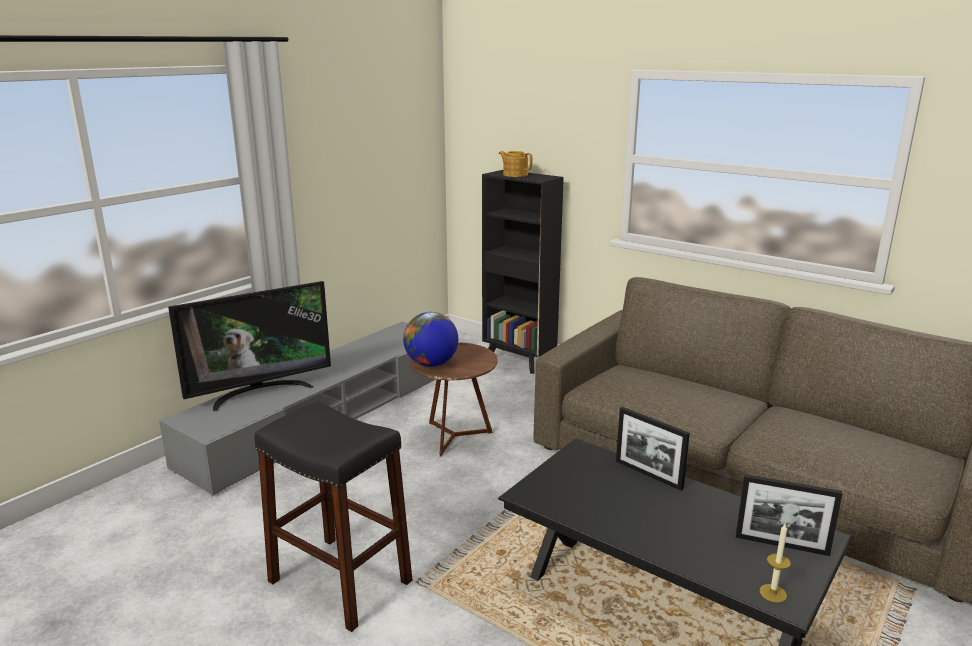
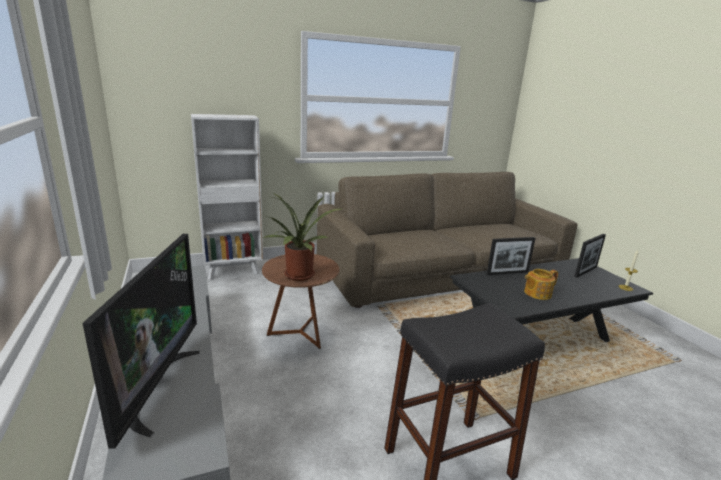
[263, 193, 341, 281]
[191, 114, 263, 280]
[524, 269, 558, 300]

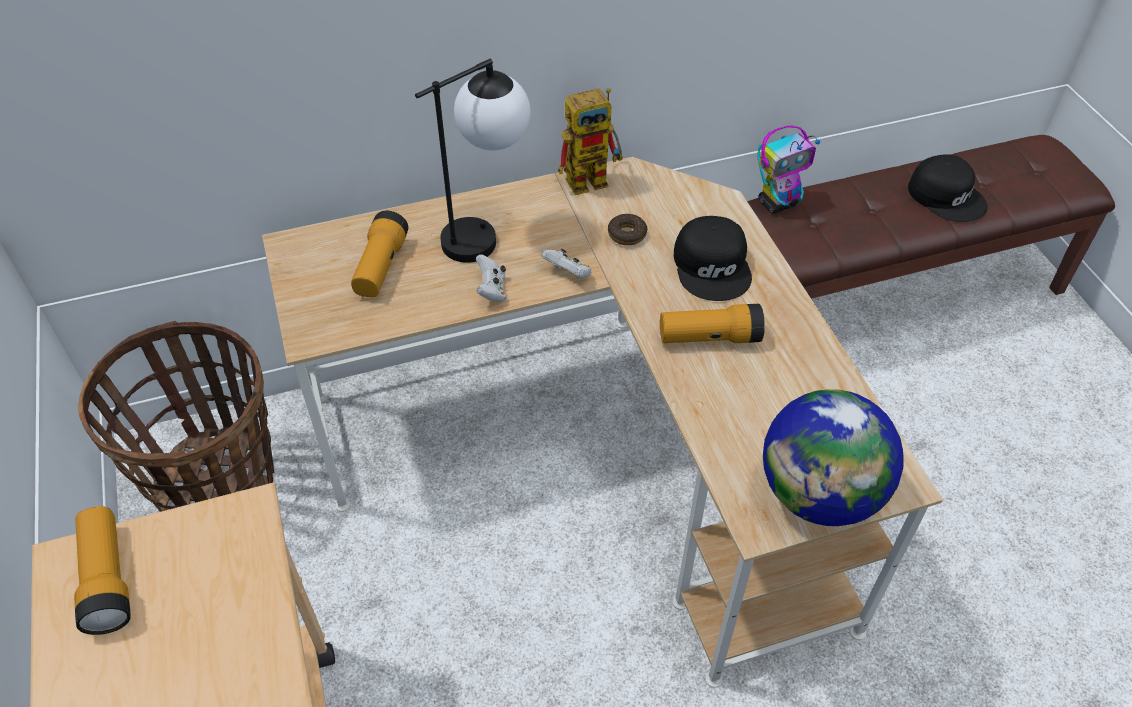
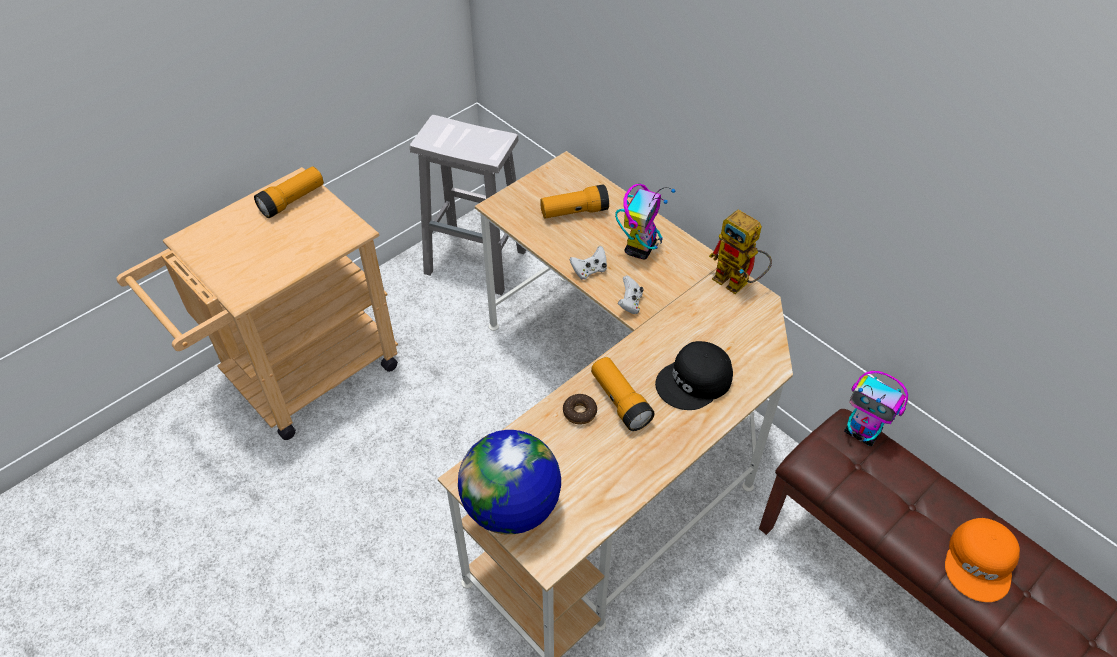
[410, 115, 526, 295]
[615, 184, 675, 259]
[563, 394, 597, 424]
[945, 518, 1020, 602]

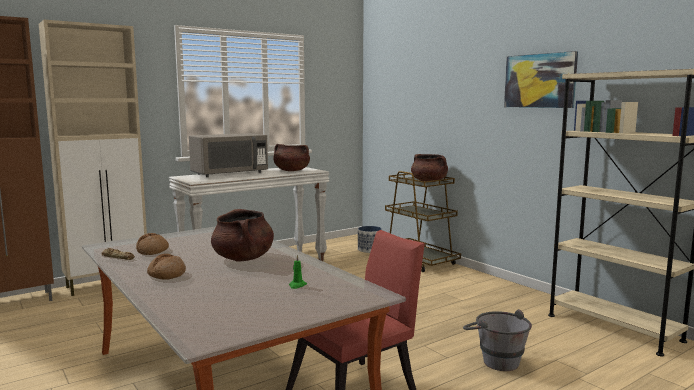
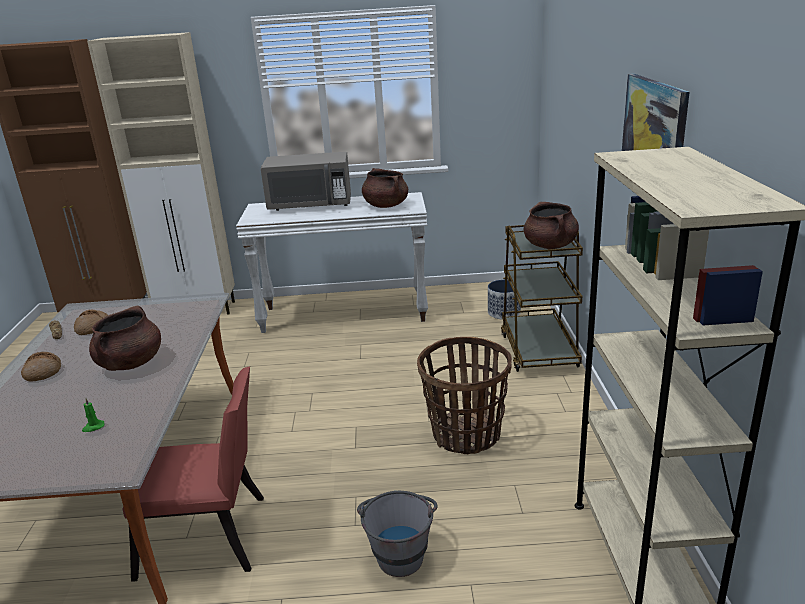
[417, 337, 512, 454]

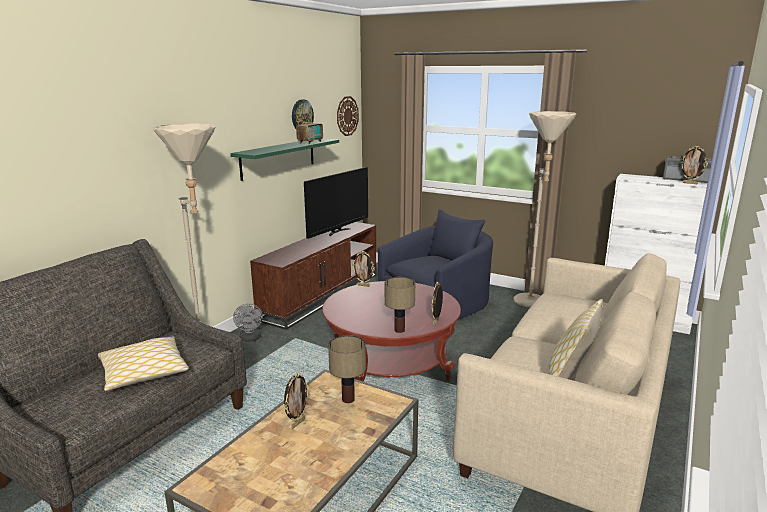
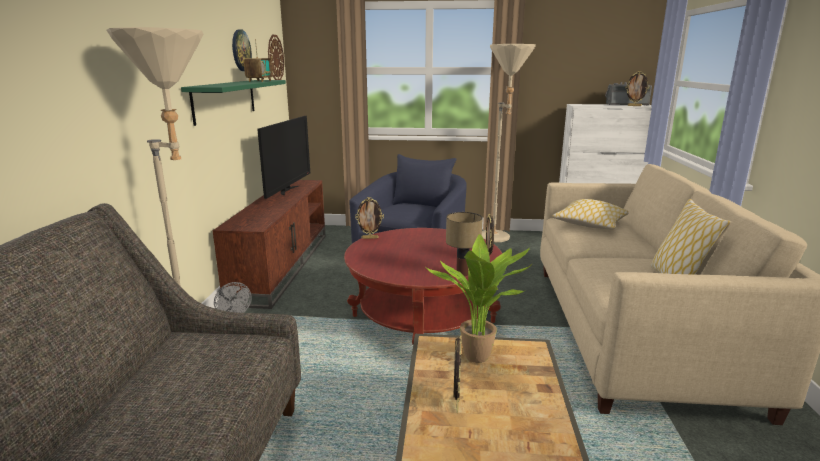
[552, 199, 629, 229]
[426, 234, 533, 363]

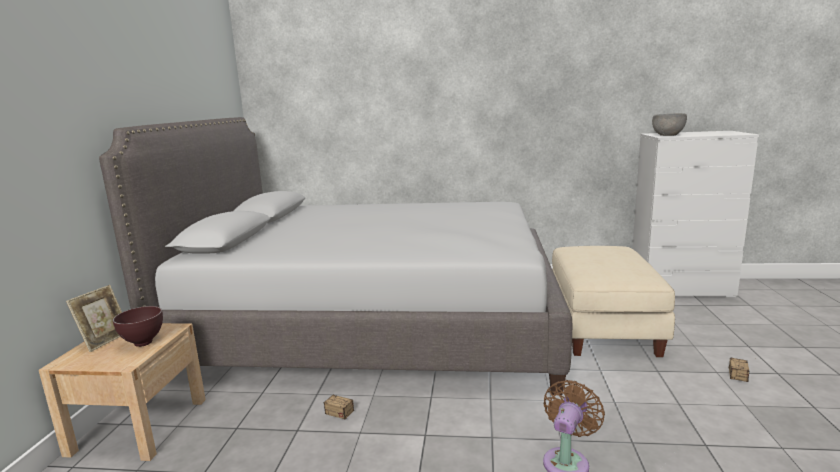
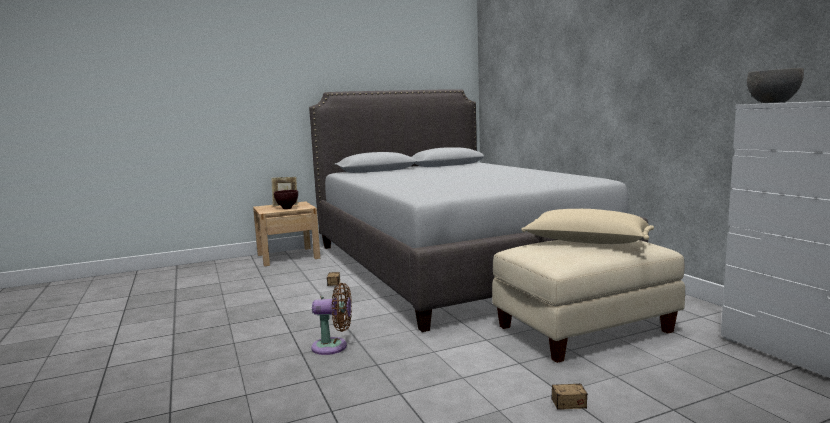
[521, 209, 654, 244]

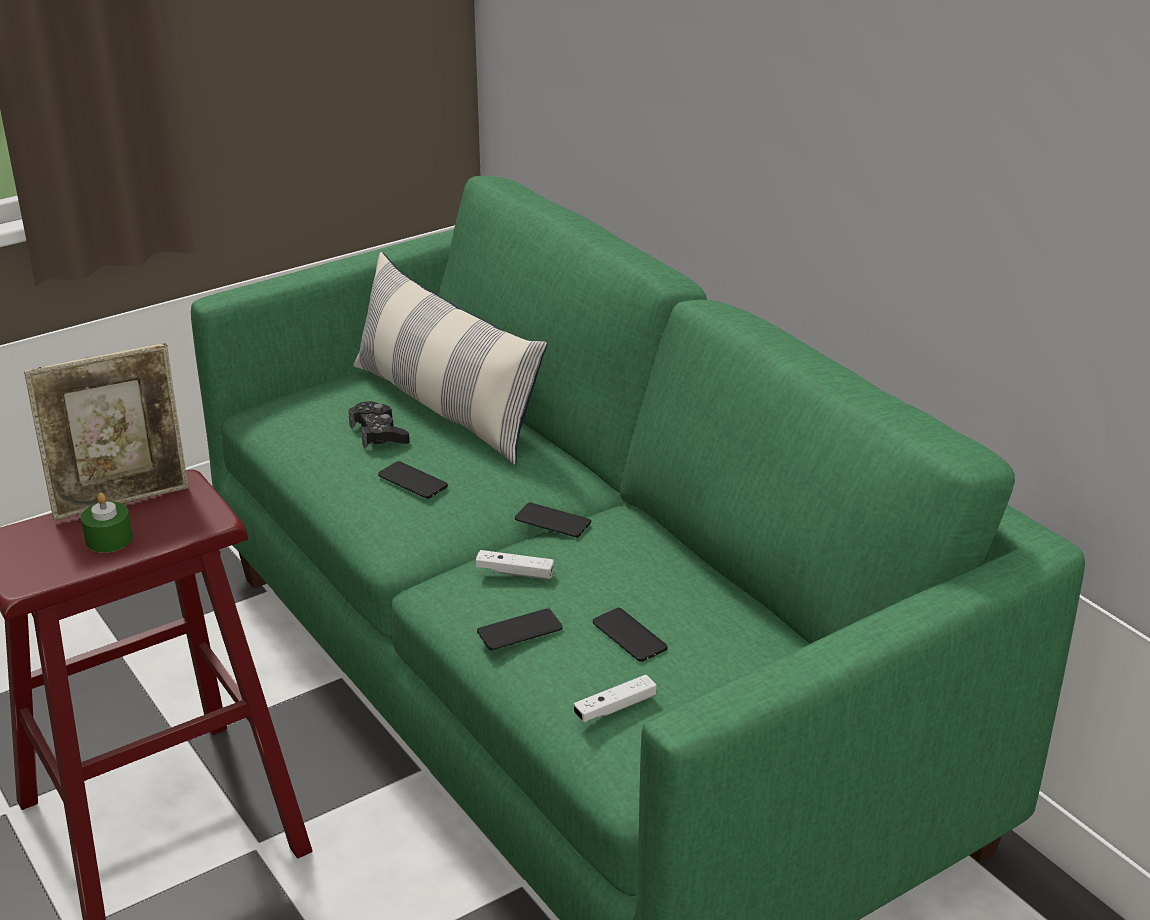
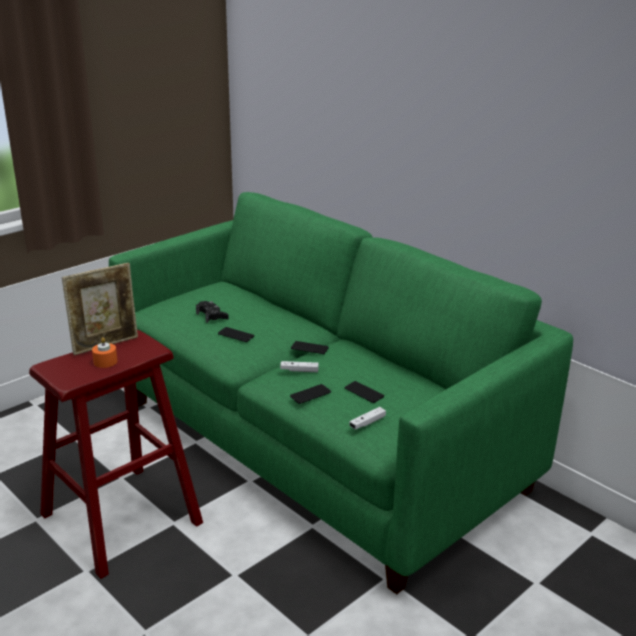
[92, 337, 117, 368]
[353, 252, 547, 465] (first image)

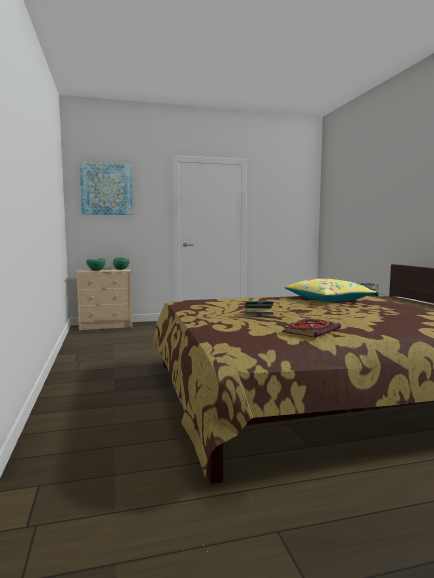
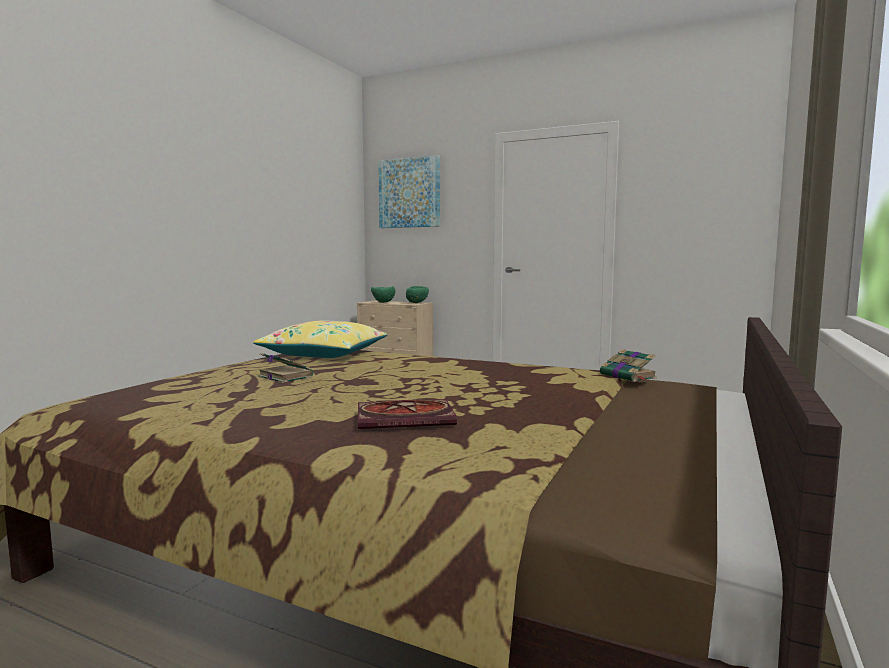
[358, 399, 457, 429]
[253, 320, 387, 358]

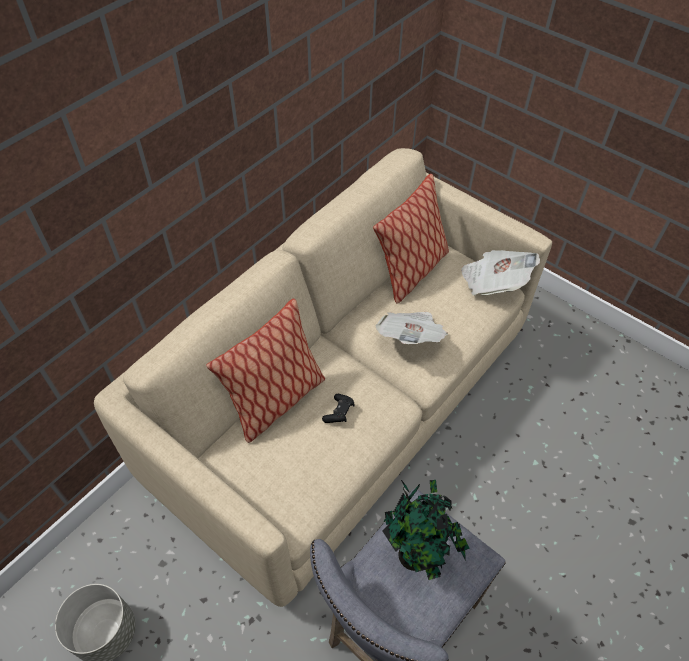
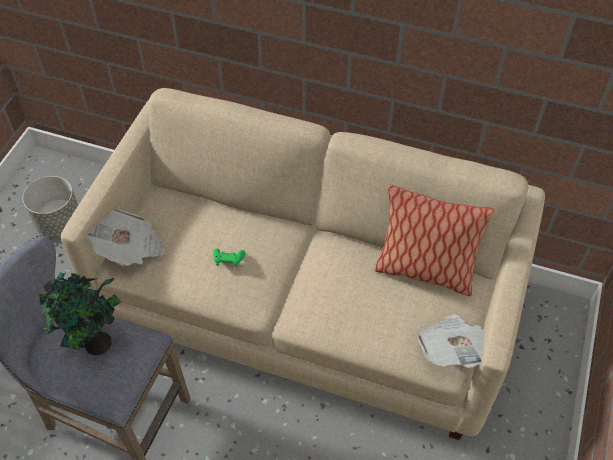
[206, 299, 325, 443] (first image)
[213, 248, 246, 267]
[86, 208, 166, 267]

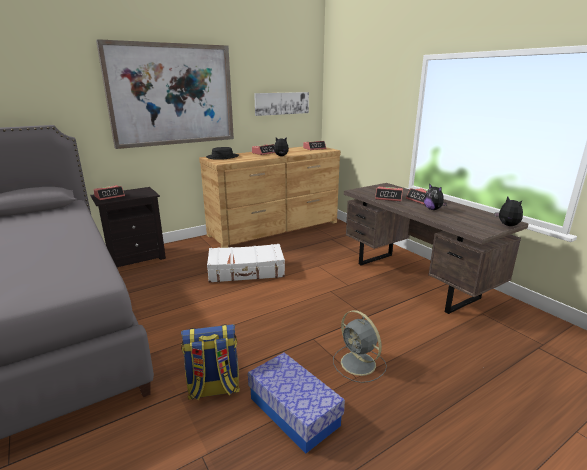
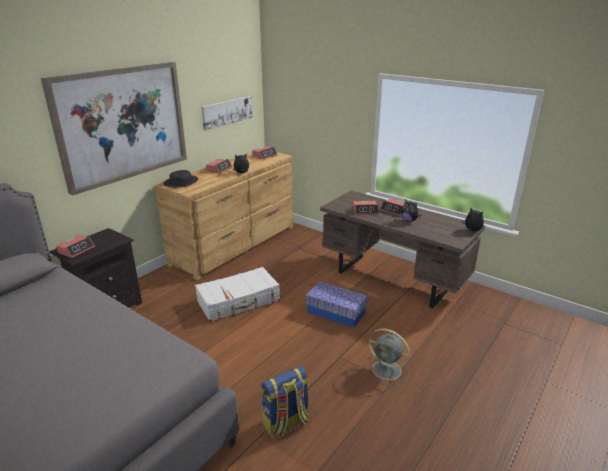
[306, 281, 368, 328]

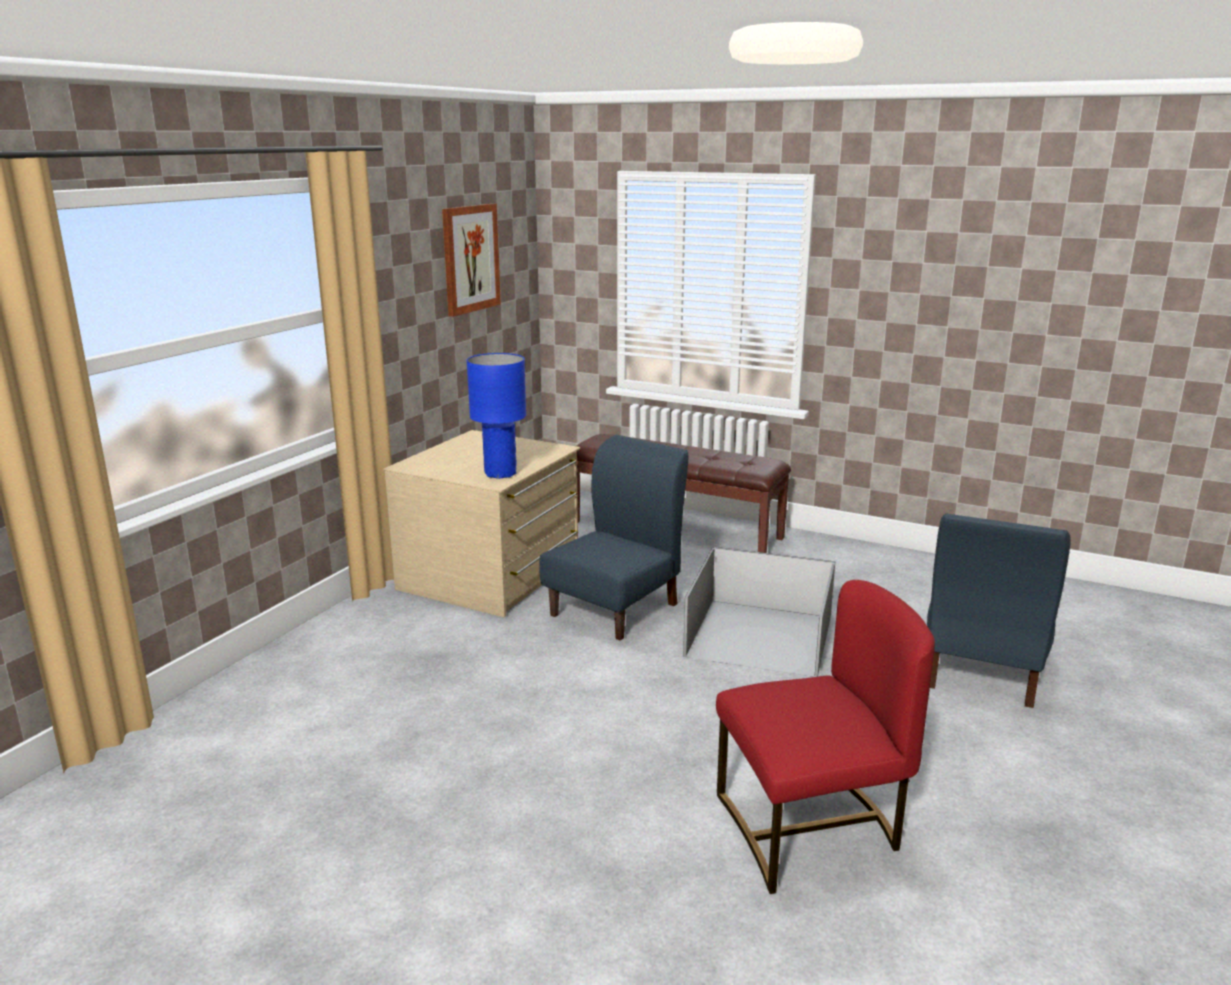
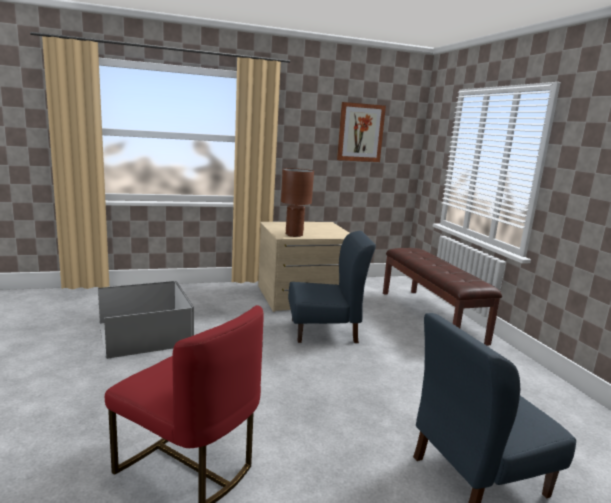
[281, 168, 314, 237]
[98, 281, 194, 359]

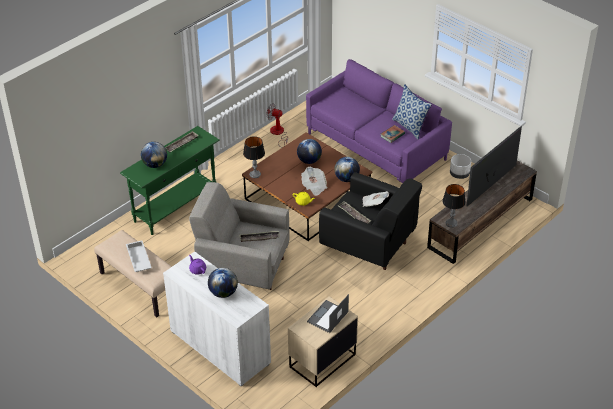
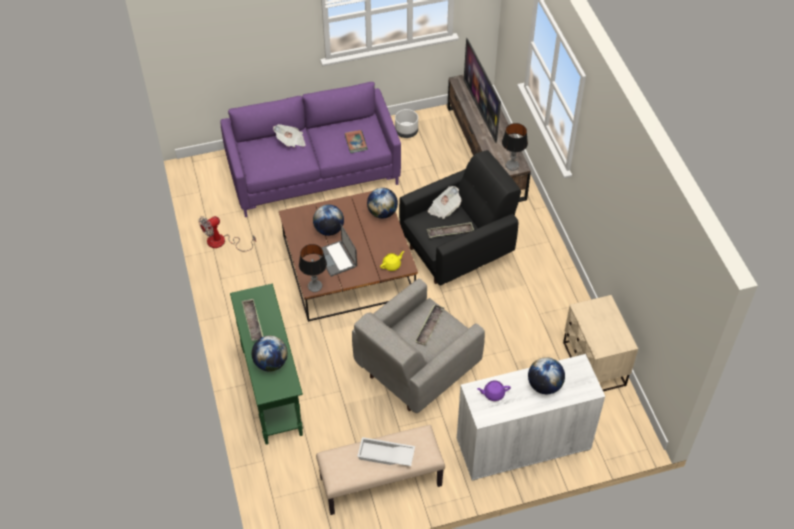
[273, 124, 306, 147]
[319, 224, 357, 277]
[392, 84, 432, 139] (first image)

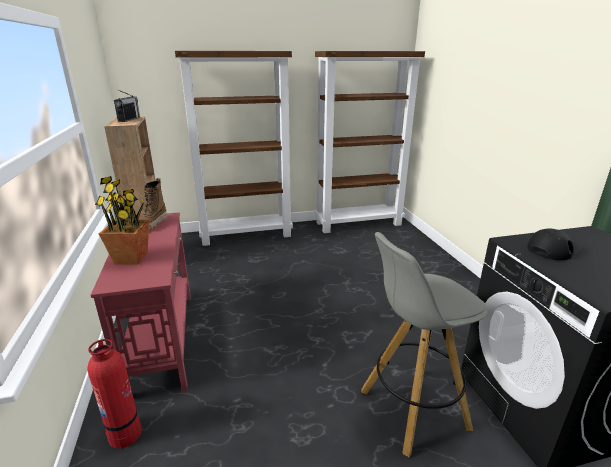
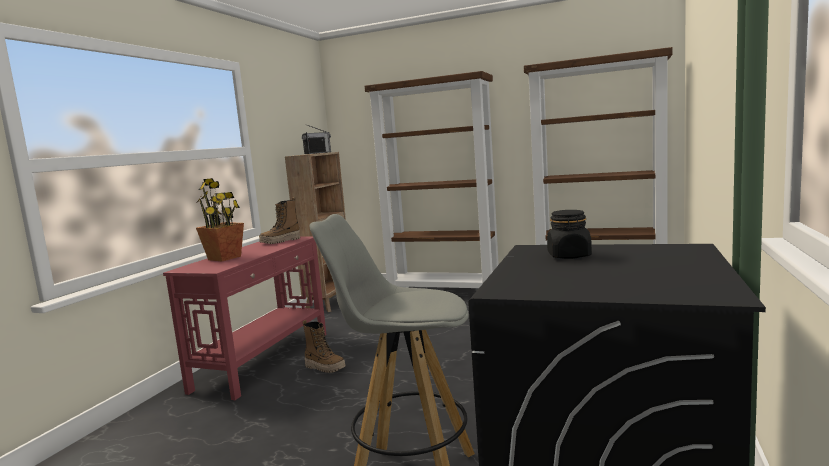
[87, 339, 142, 448] (first image)
[547, 210, 592, 259]
[303, 320, 346, 373]

